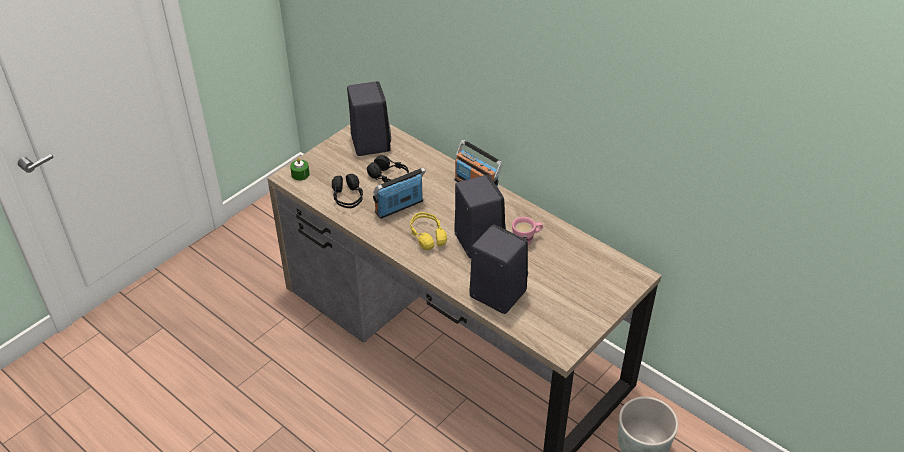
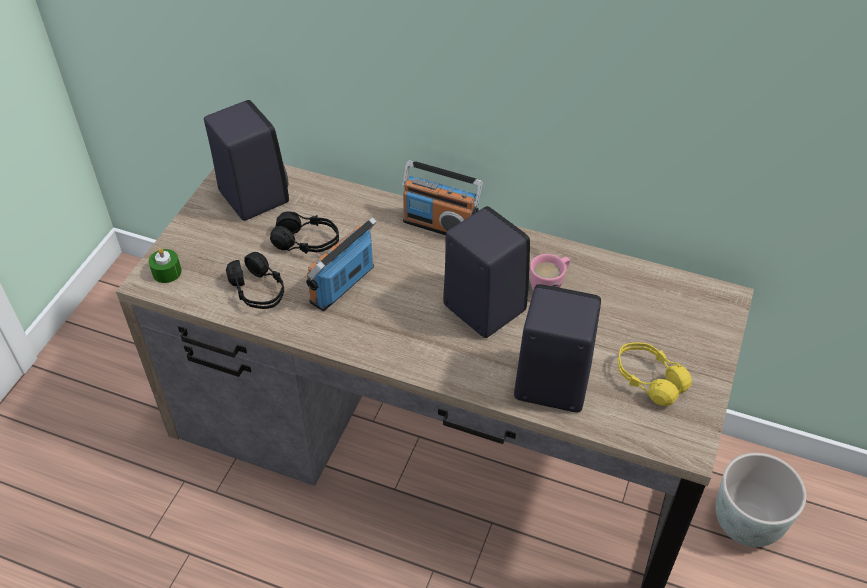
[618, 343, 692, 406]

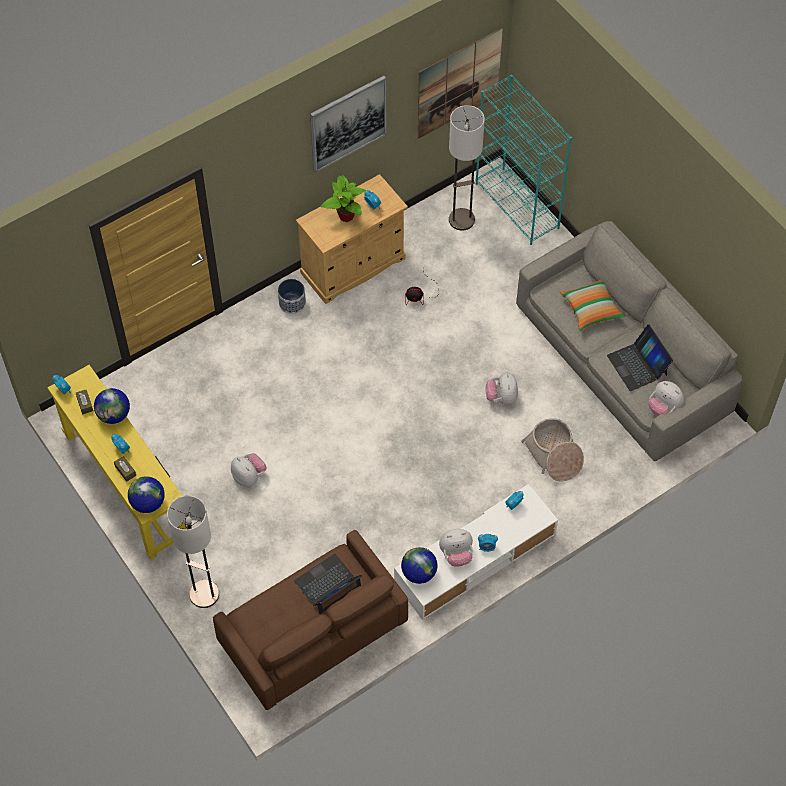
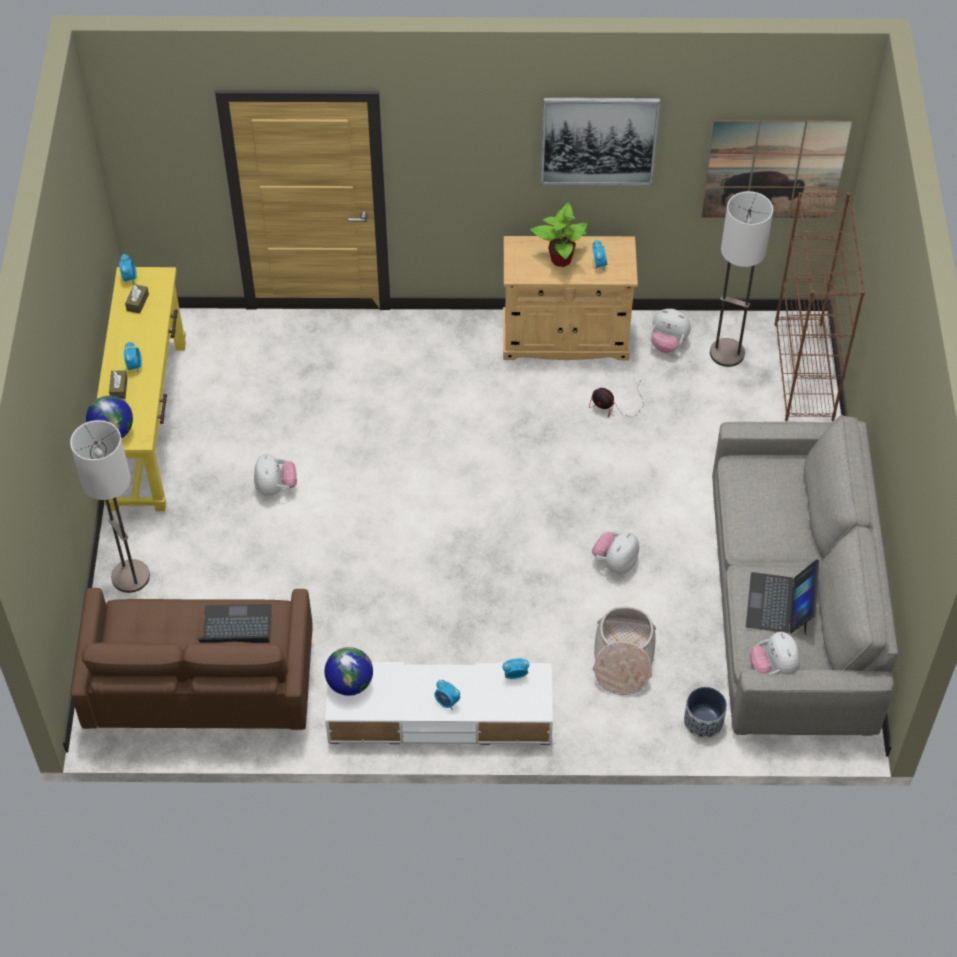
[94, 388, 130, 424] (first image)
[684, 687, 727, 738]
[651, 309, 691, 353]
[775, 192, 865, 421]
[560, 280, 626, 331] (first image)

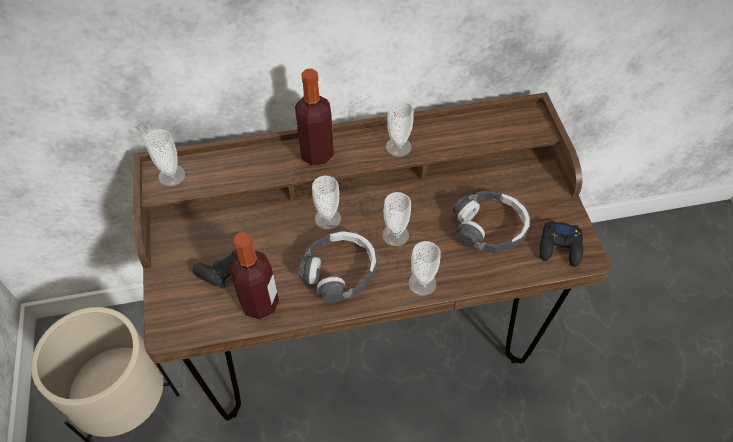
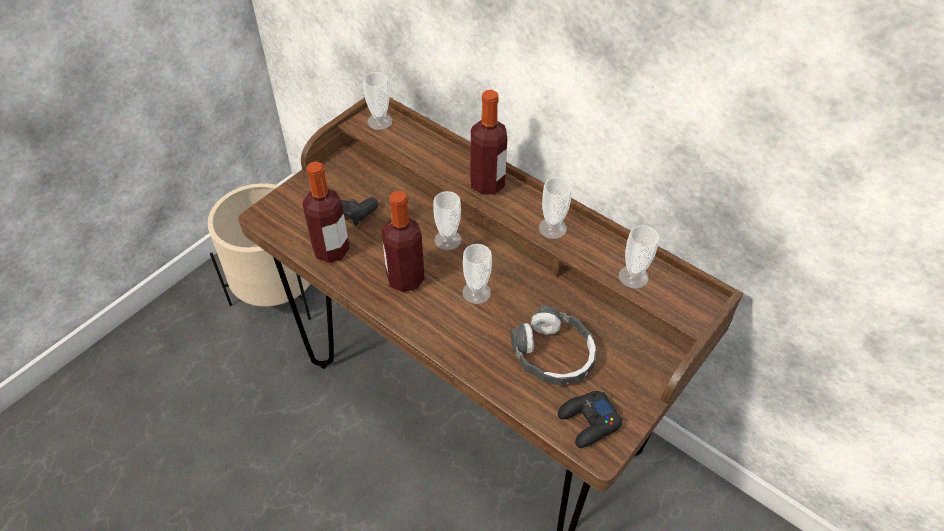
[381, 191, 425, 292]
[619, 225, 659, 289]

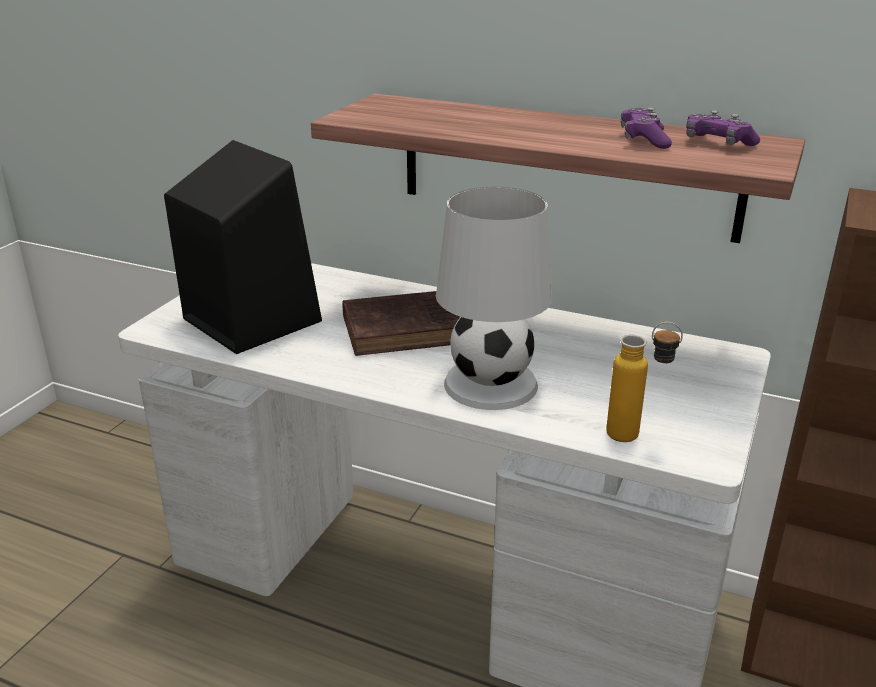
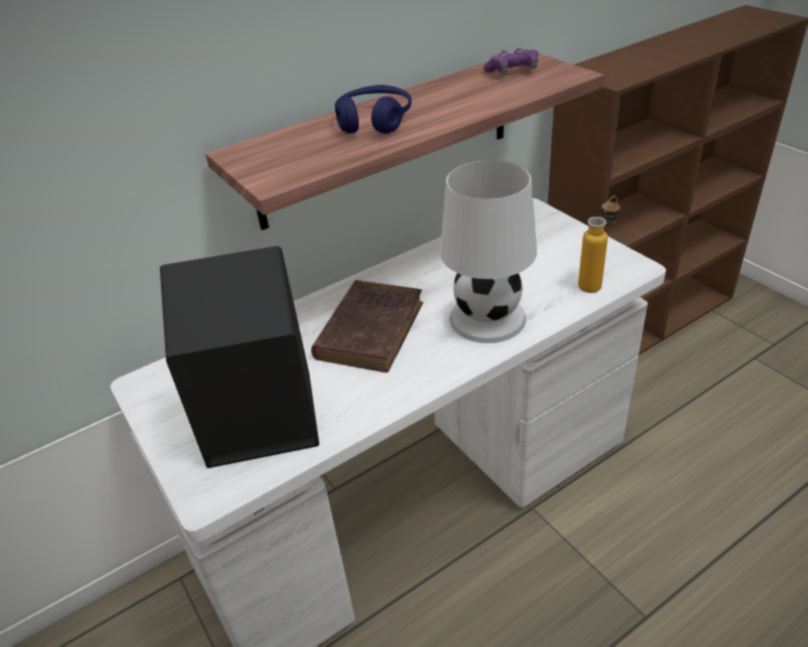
[621, 107, 672, 149] (first image)
[335, 85, 412, 134]

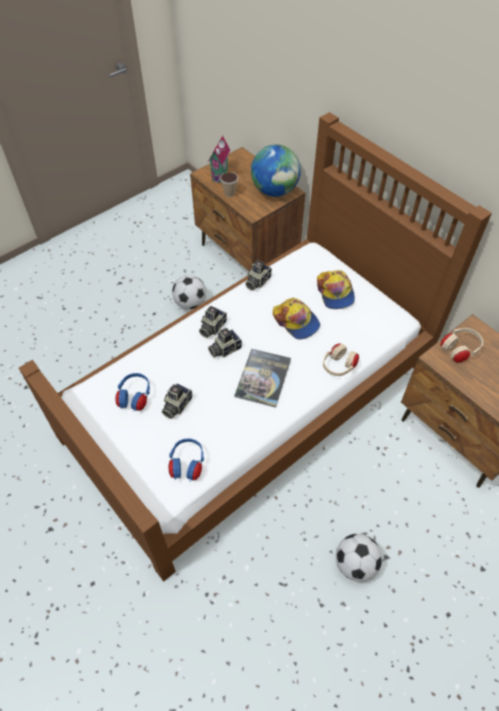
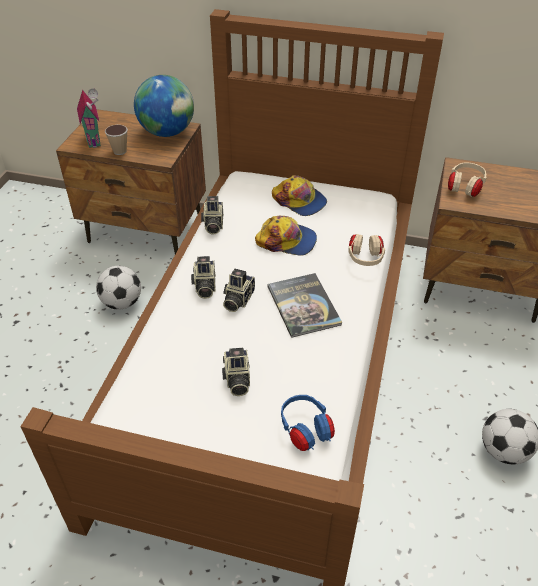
[116, 373, 150, 411] (first image)

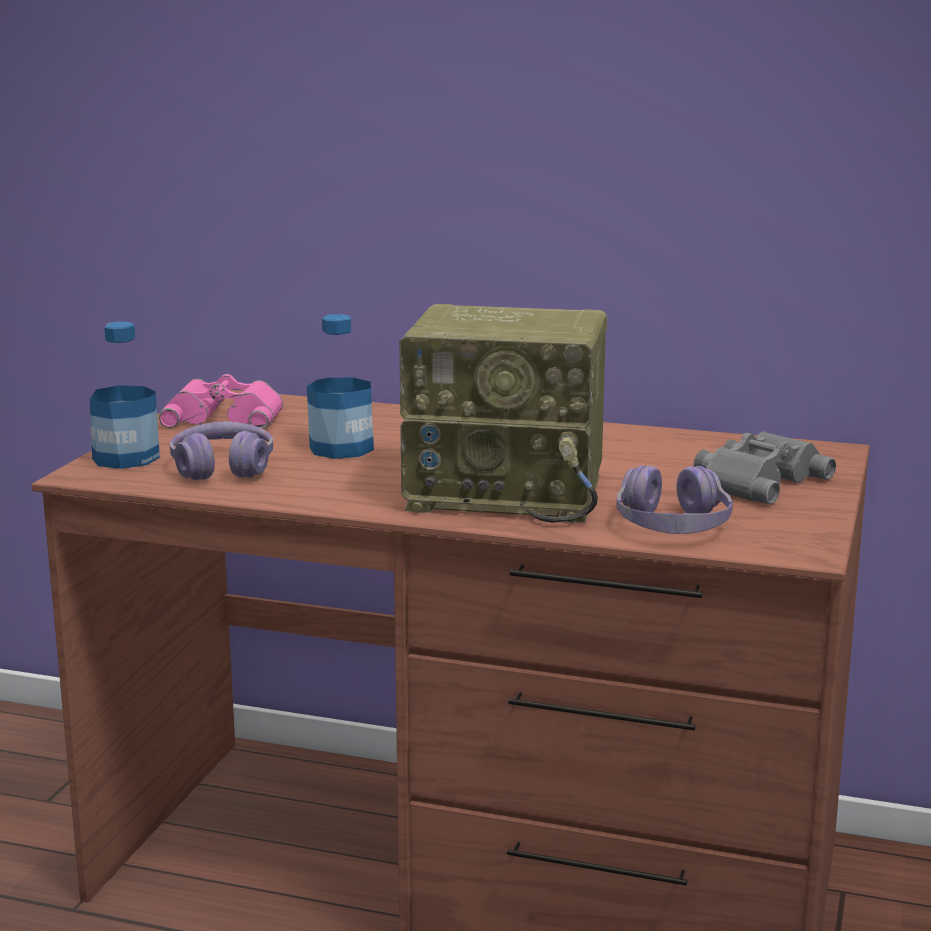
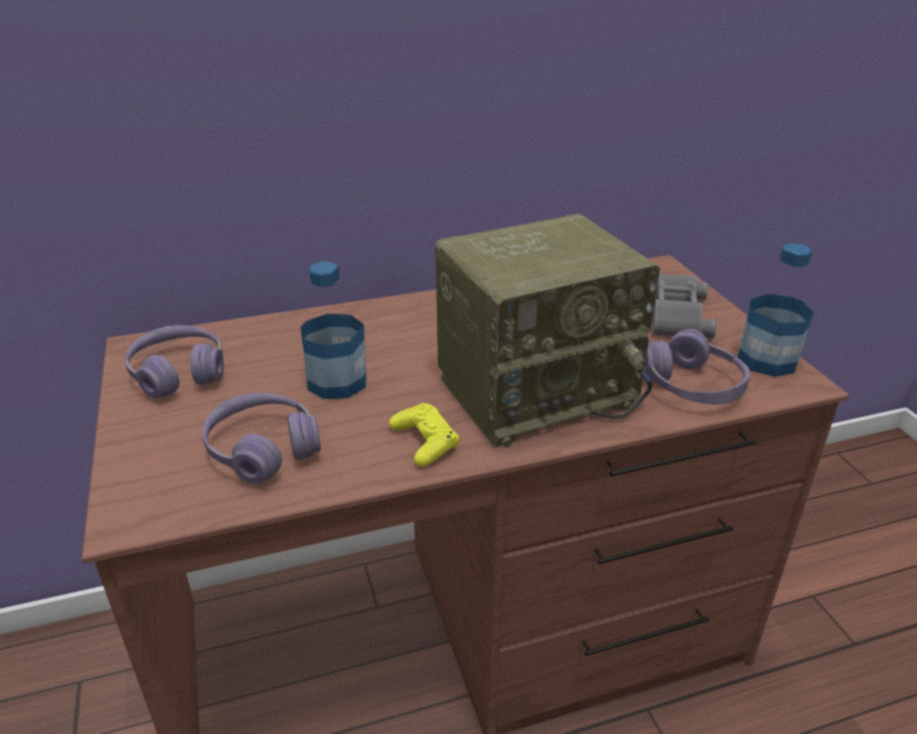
[737, 243, 814, 377]
[125, 325, 224, 398]
[389, 403, 459, 467]

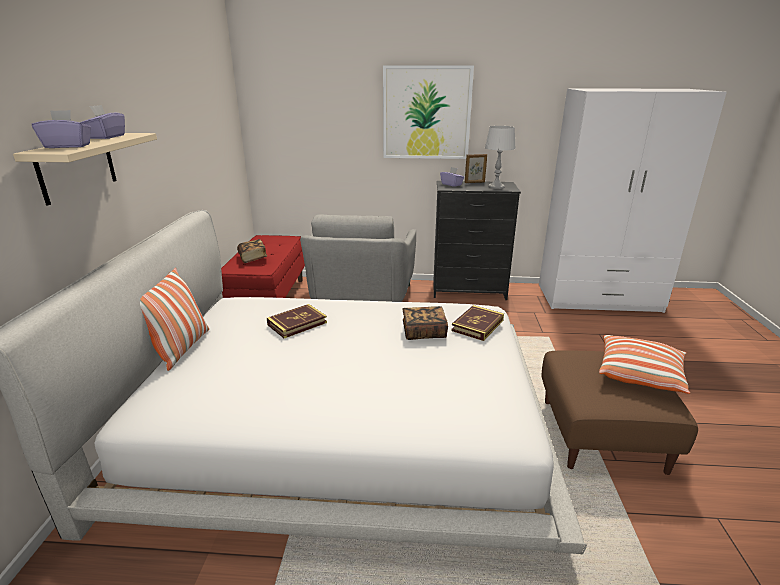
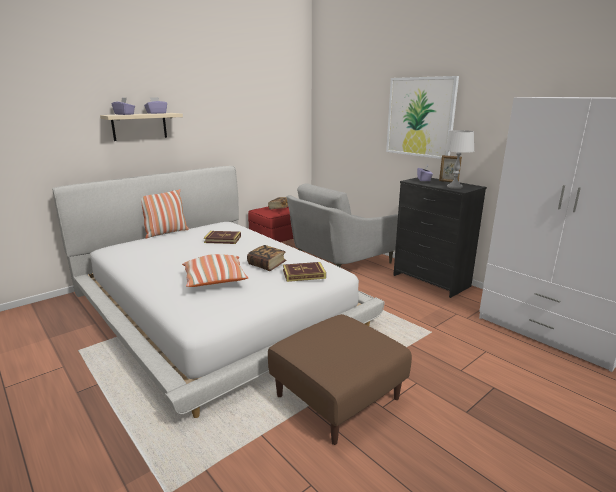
[182, 254, 248, 287]

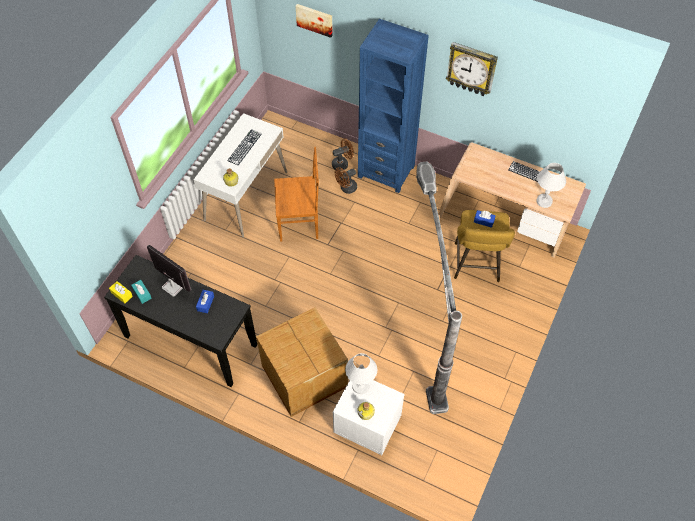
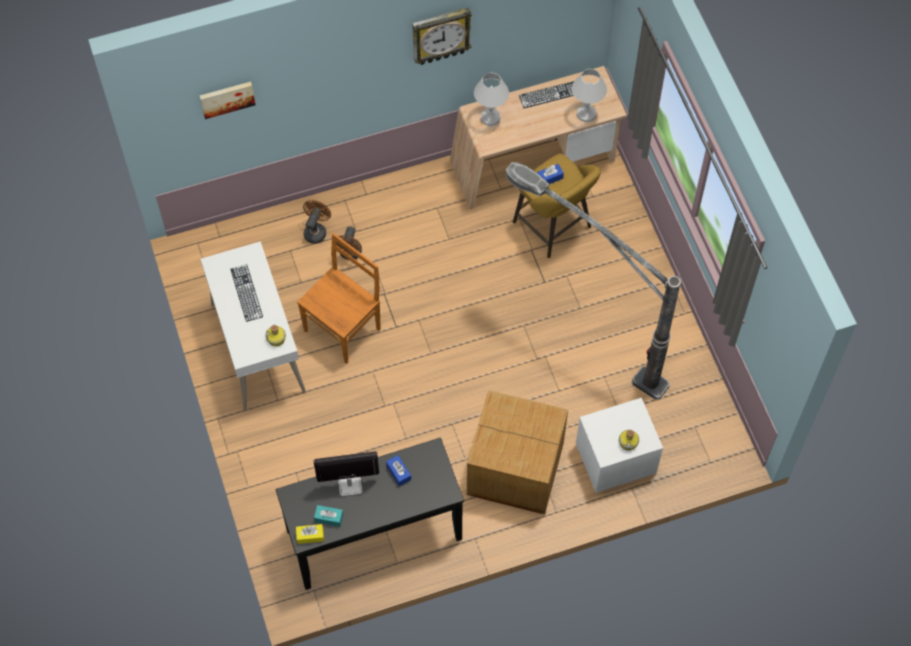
[474, 73, 509, 126]
[358, 19, 429, 193] (first image)

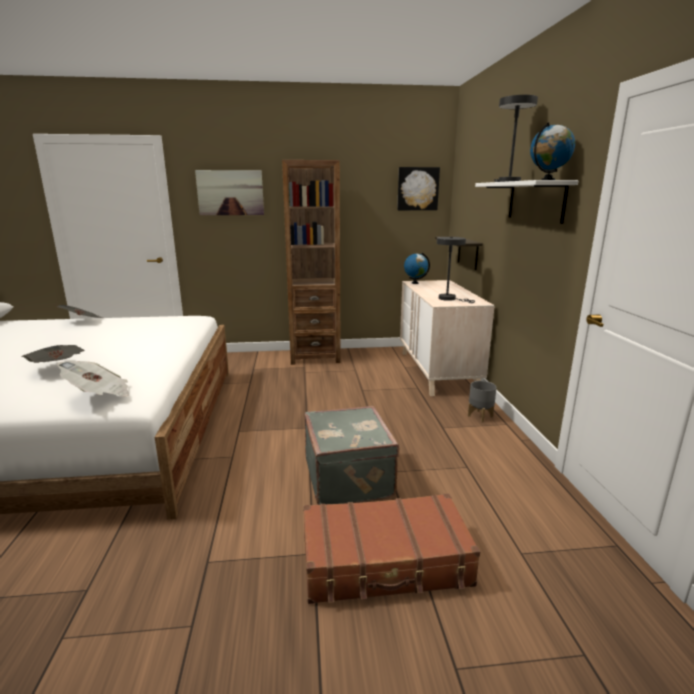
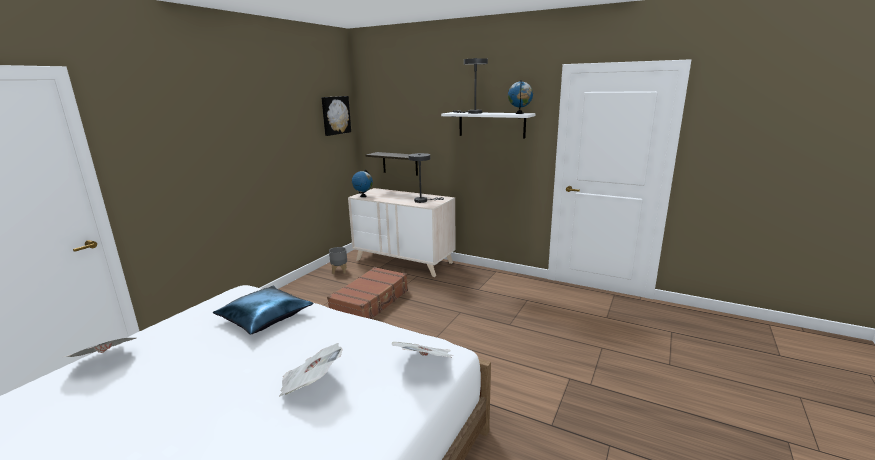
[195, 170, 264, 215] (first image)
[282, 160, 341, 365] (first image)
[327, 267, 408, 319]
[304, 406, 399, 505] (first image)
[329, 247, 347, 274]
[213, 286, 313, 335]

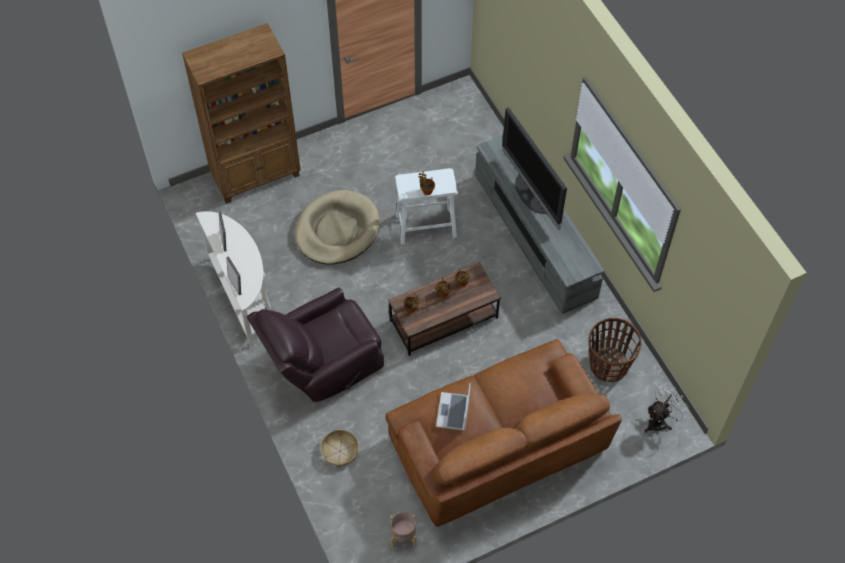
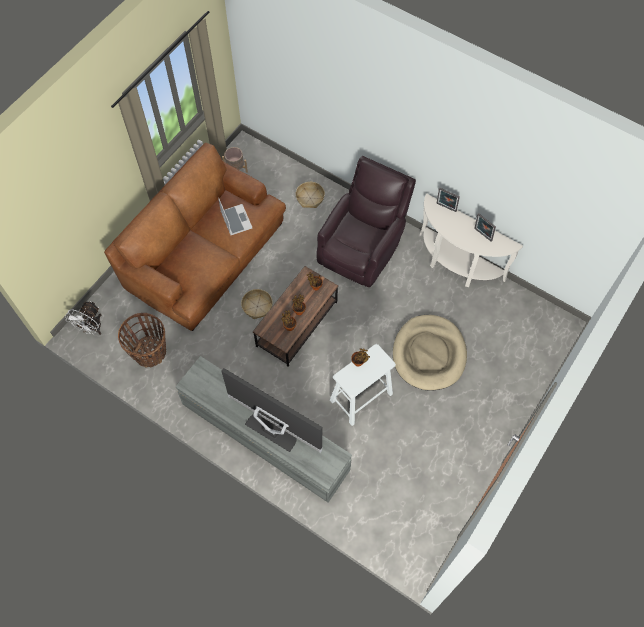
[182, 23, 301, 204] (first image)
[241, 289, 273, 319]

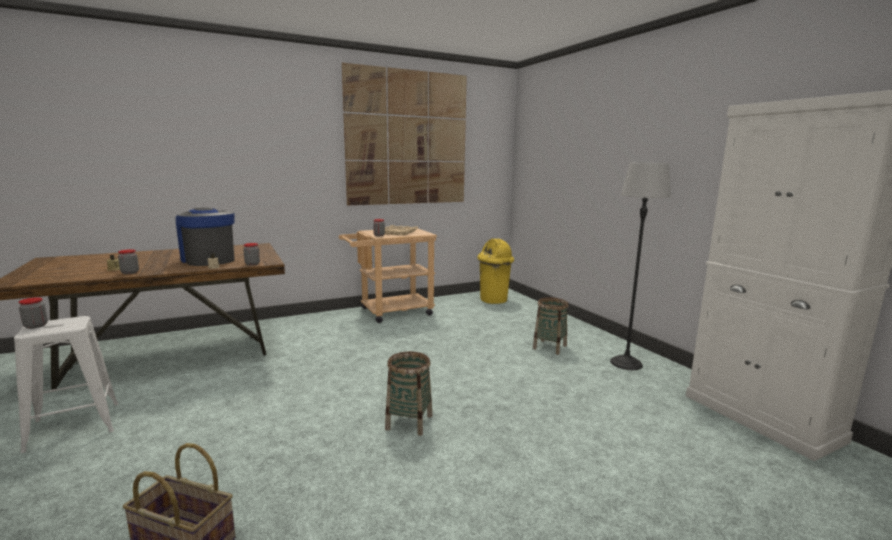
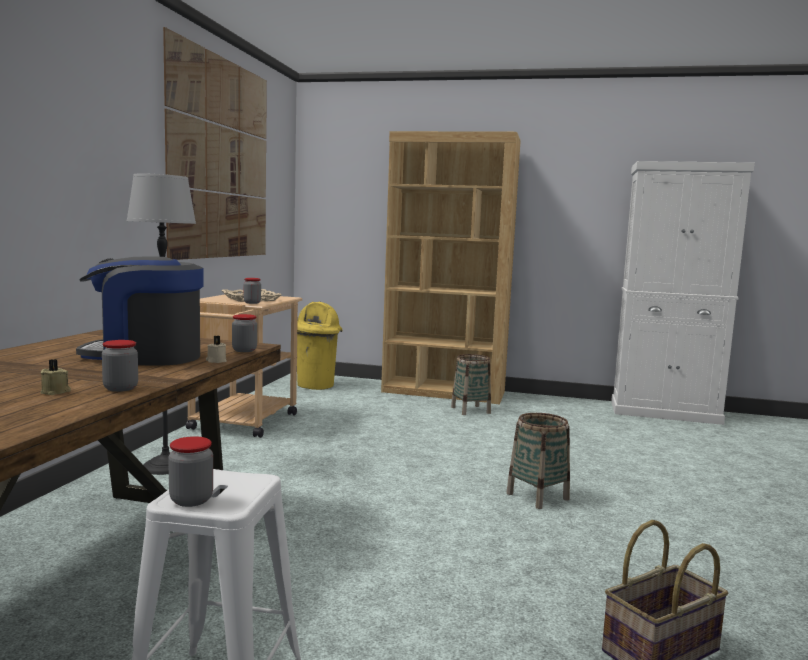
[127, 173, 196, 475]
[381, 131, 521, 404]

